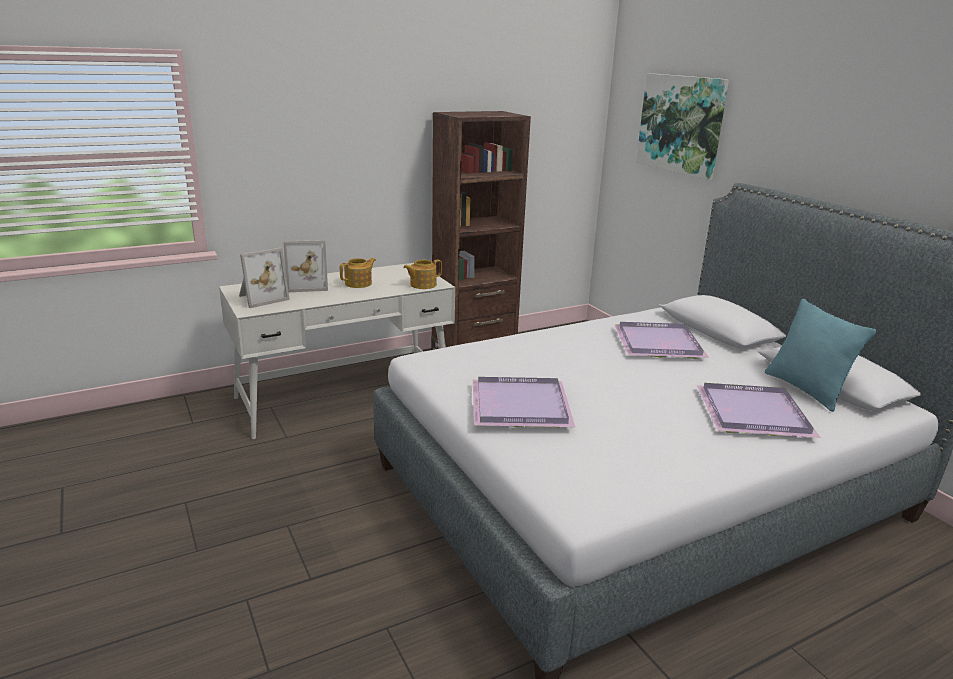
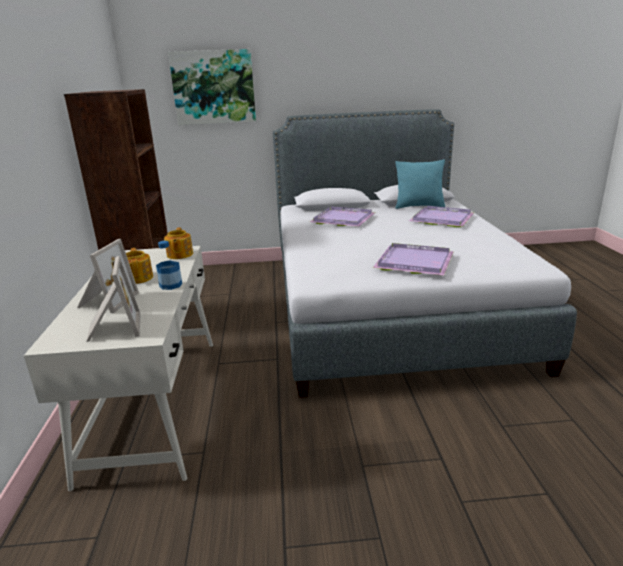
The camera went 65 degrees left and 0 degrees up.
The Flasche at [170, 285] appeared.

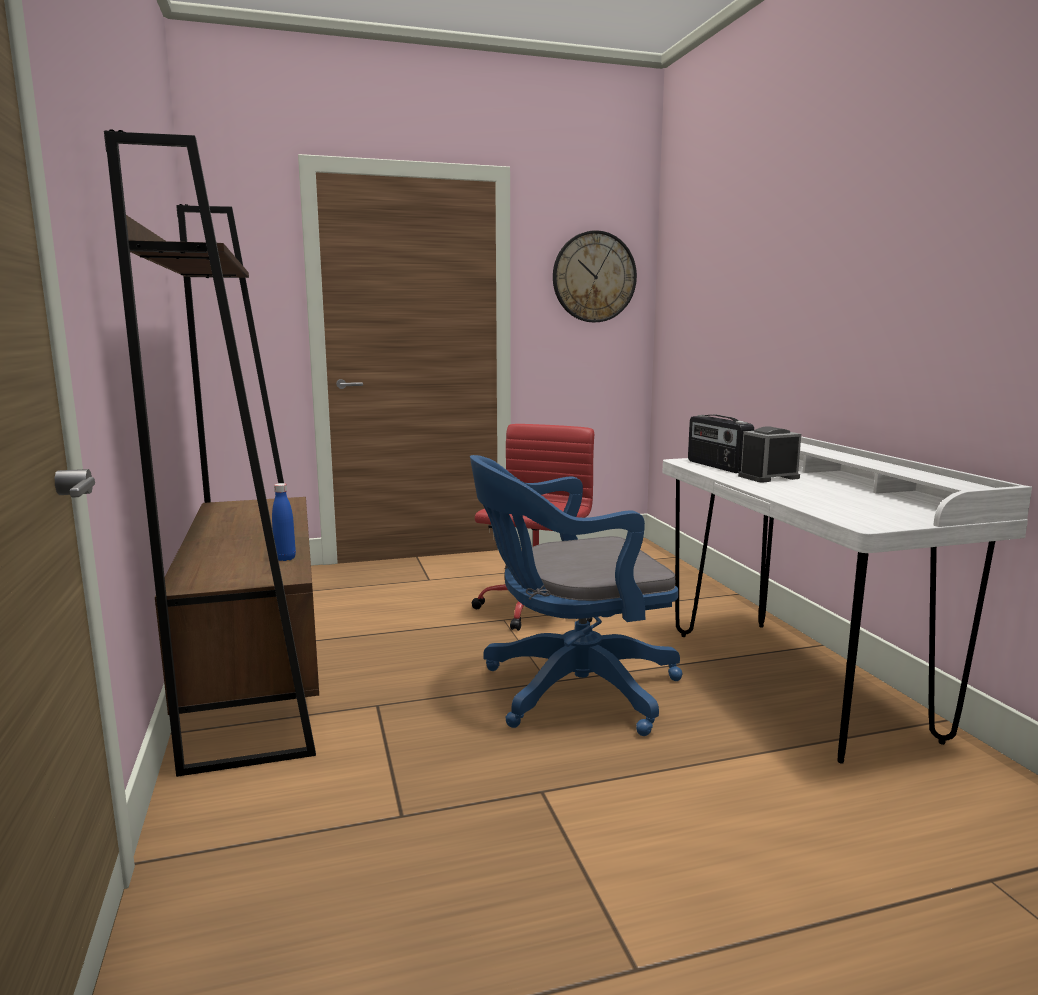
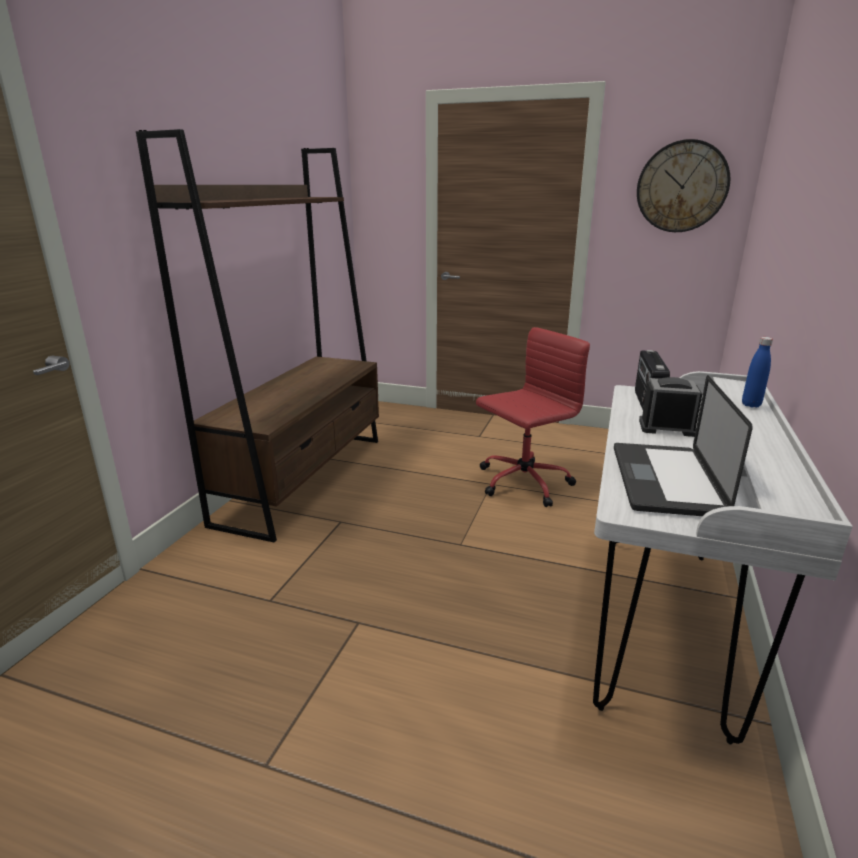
The camera went 35 degrees right and 10 degrees up.
The Bürostuhl [blau] at [570, 690] disappeared.
The Flasche [blau] moved from [285, 558] to [751, 405].
The Laptop at [665, 480] appeared.

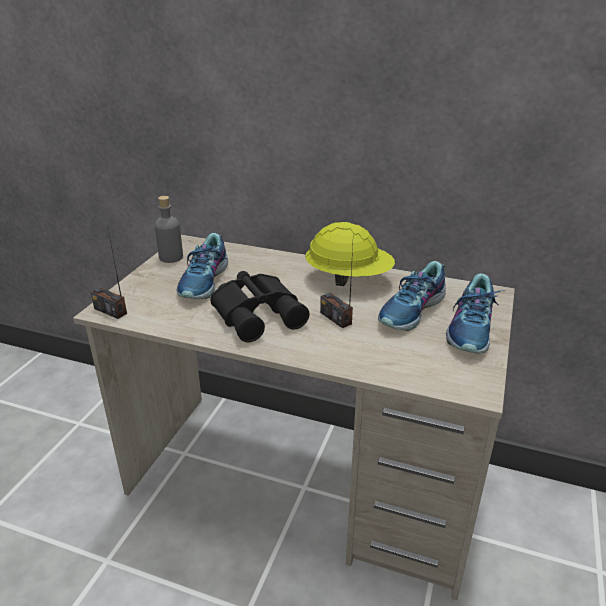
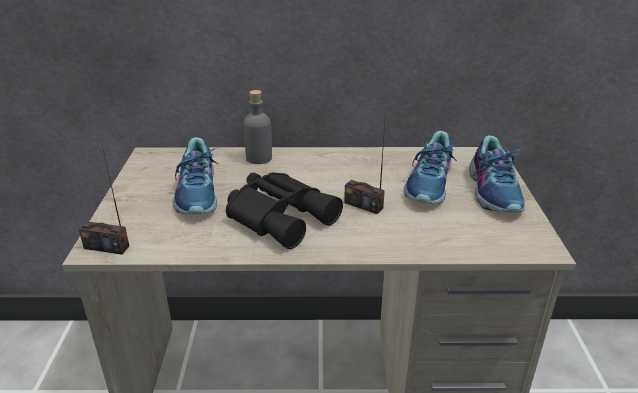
The camera went 20 degrees left and 0 degrees up.
The Flasche [grau] moved from [171, 257] to [259, 158].
The Schutzhelm [gelb] at [348, 279] disappeared.

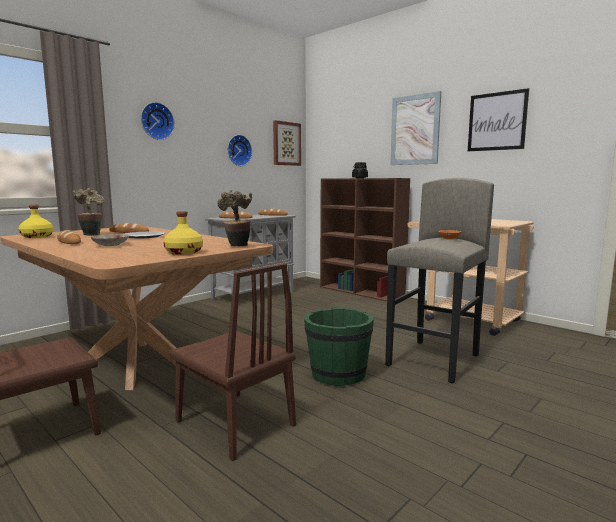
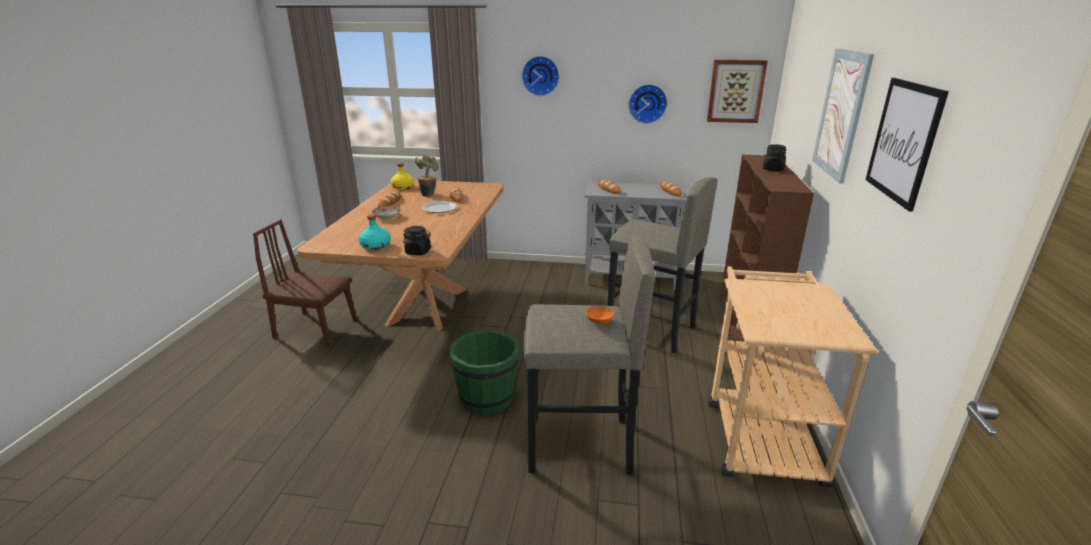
The camera went 55 degrees right and 15 degrees up.
The Topfpflanze at [237, 247] was replaced by the Vorratsglas [schwarz] at [418, 252].
The Flasche [gelb] at [184, 252] became the Flasche [türkis] at [376, 246].
The Stuhl [braun] at [235, 423] disappeared.
The Hocker [grau] at [651, 330] appeared.

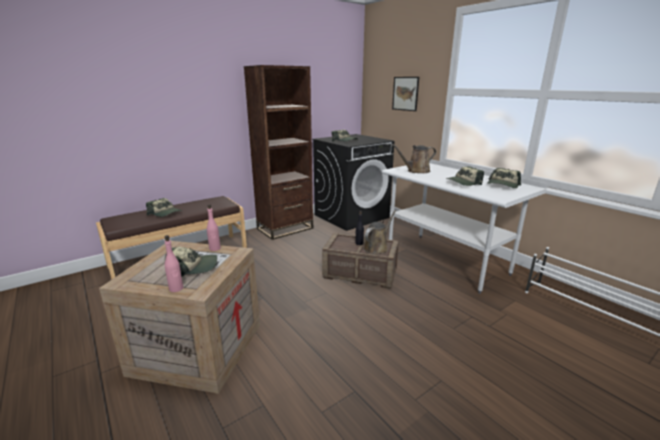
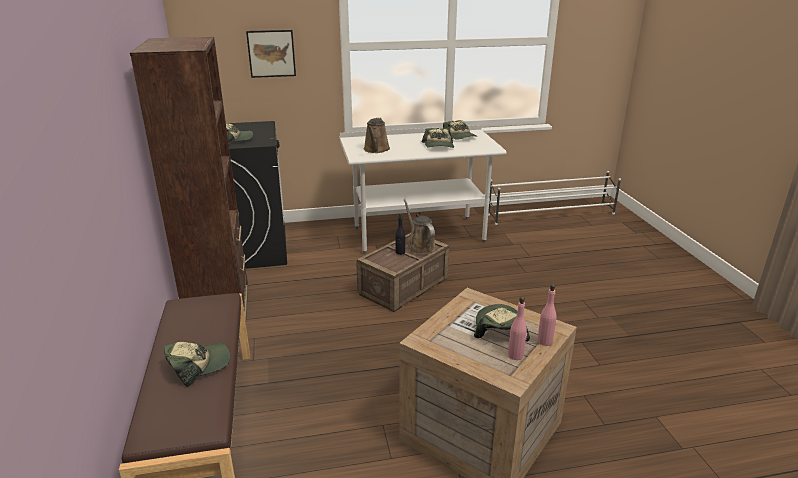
The camera went 65 degrees left and 5 degrees up.
The Flasche [rosa] moved from [215, 248] to [516, 355].

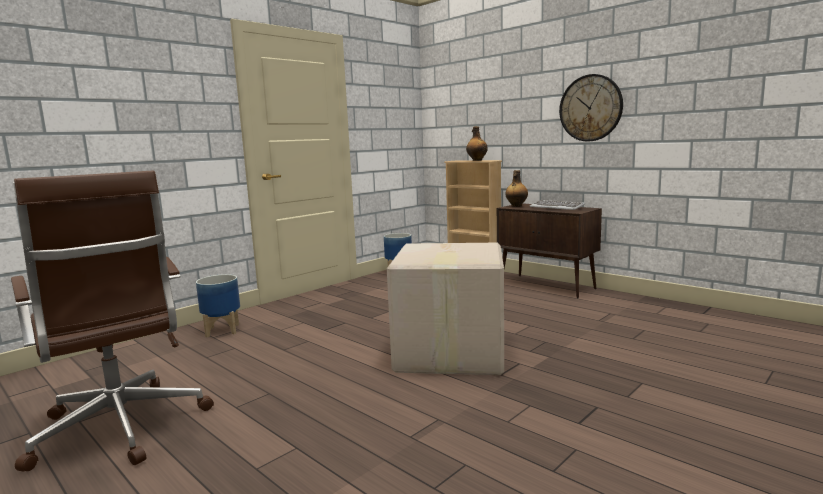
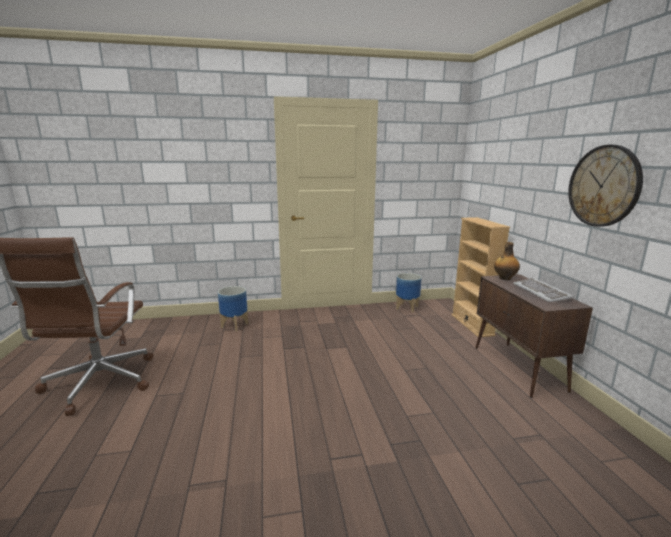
The camera went 35 degrees right and 5 degrees up.
The Flasche at [477, 160] disappeared.
The Karton at [448, 353] disappeared.

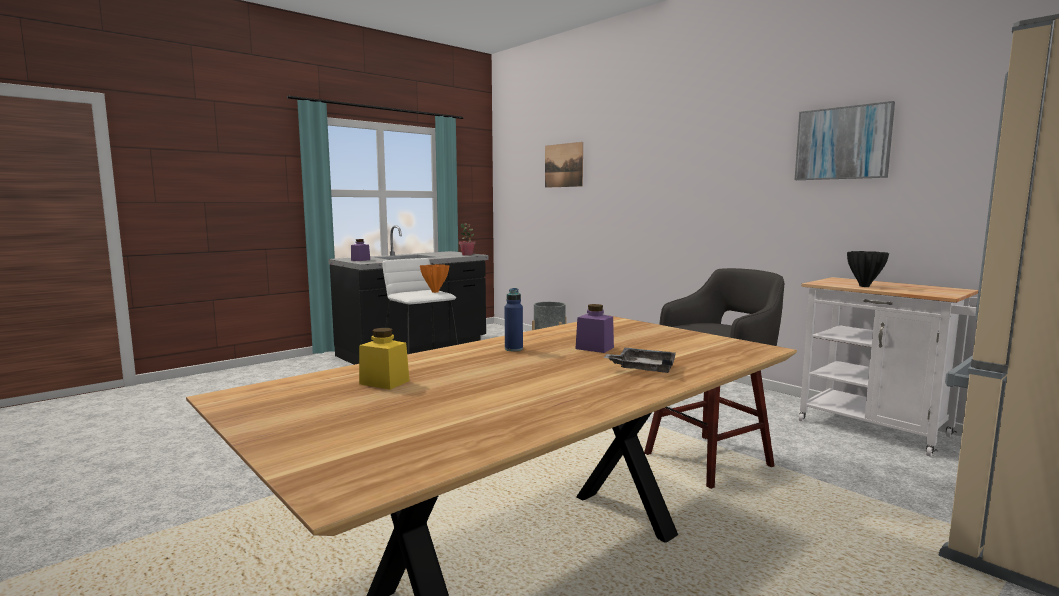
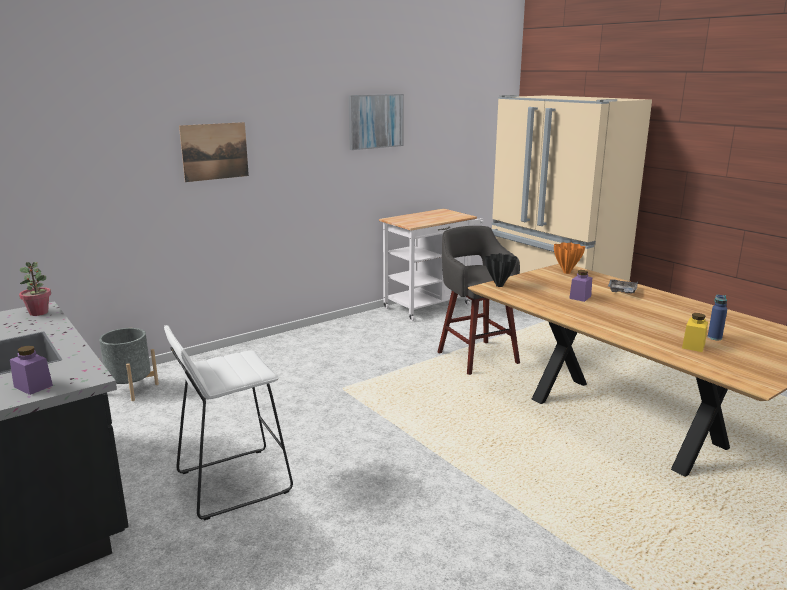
The camera went 85 degrees left and 10 degrees up.
The Bild moved from [563, 165] to [215, 151].
The Vase [schwarz] moved from [865, 286] to [499, 285].
The Vase [orange] moved from [435, 292] to [566, 272].
The Flasche [blau] moved from [513, 349] to [714, 337].

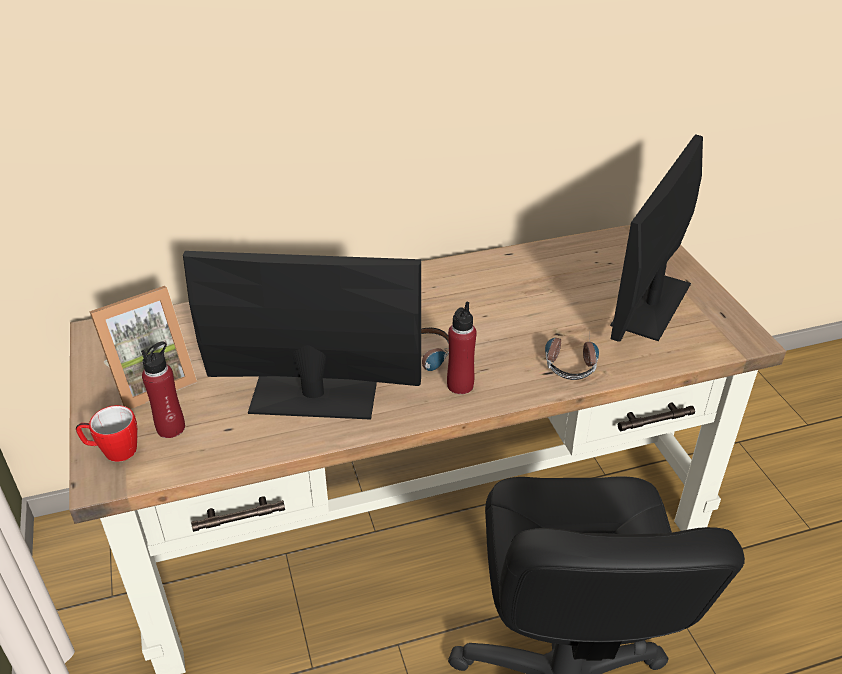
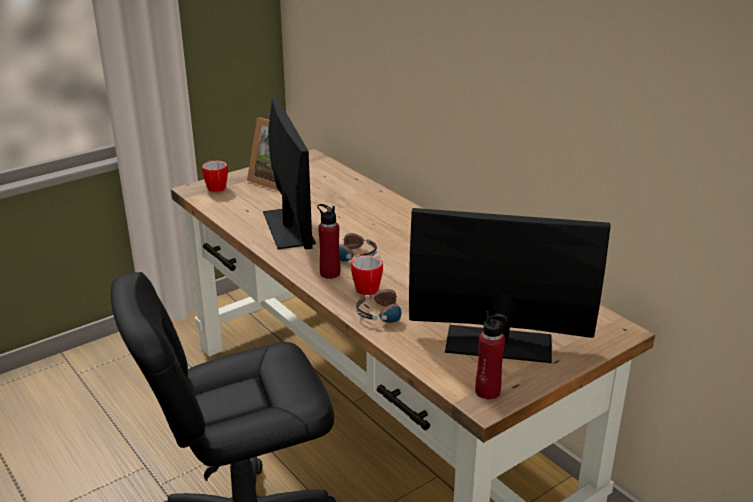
The camera went 70 degrees right and 10 degrees down.
The Flasche [rot] moved from [171, 428] to [487, 391].
The Henkelbecher at [365, 287] appeared.

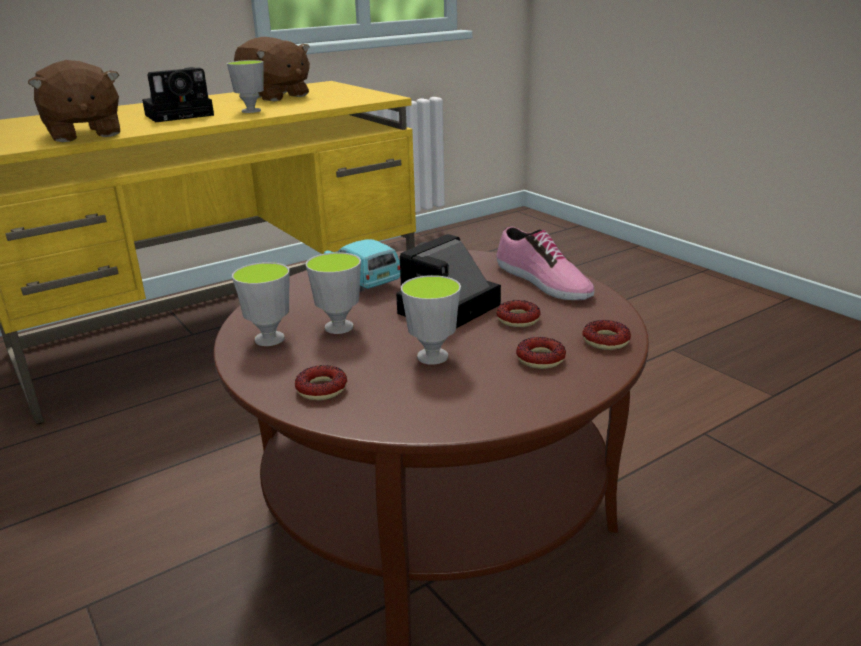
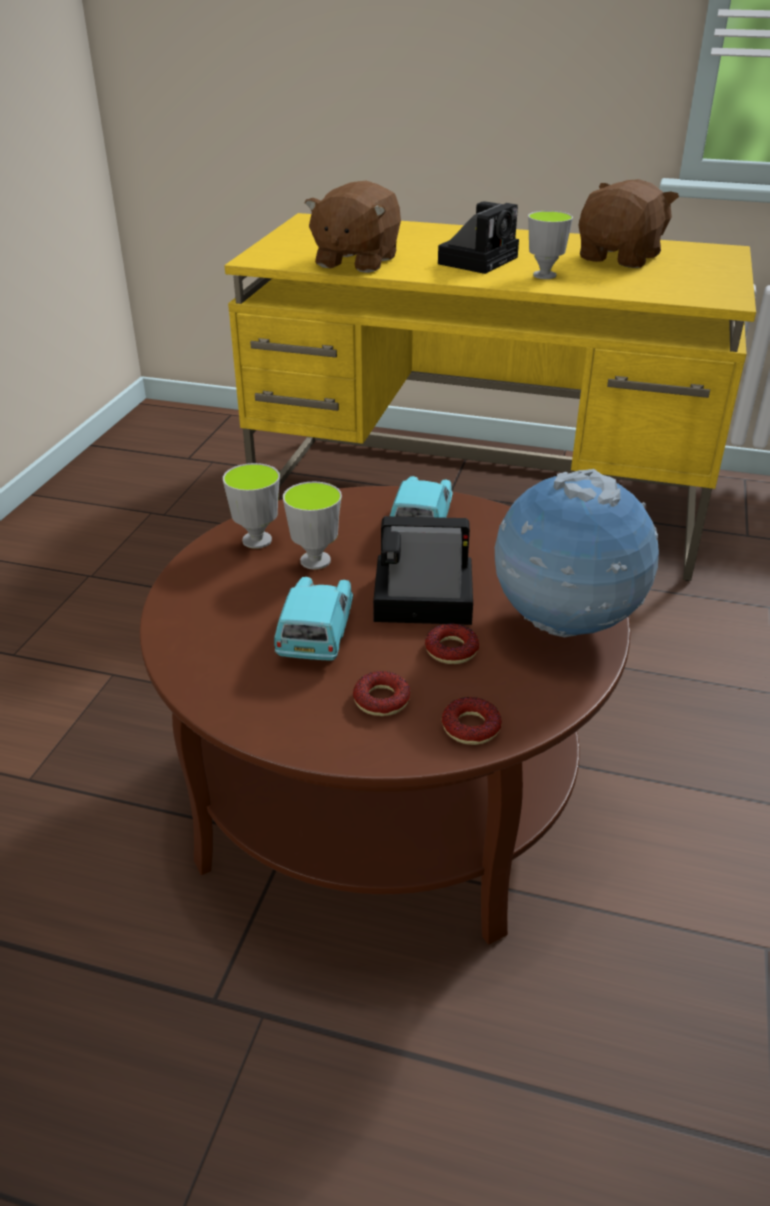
The camera went 50 degrees right and 10 degrees up.
The Plüschtier [braun] at [275, 96] turned 150 degrees counterclockwise.
The Kamera at [182, 114] turned 75 degrees counterclockwise.
The Schuh at [542, 281] was replaced by the Globus at [565, 626].
The Tasse at [432, 357] was replaced by the Spielzeugauto [türkis] at [316, 635].
The Donut at [322, 389] disappeared.

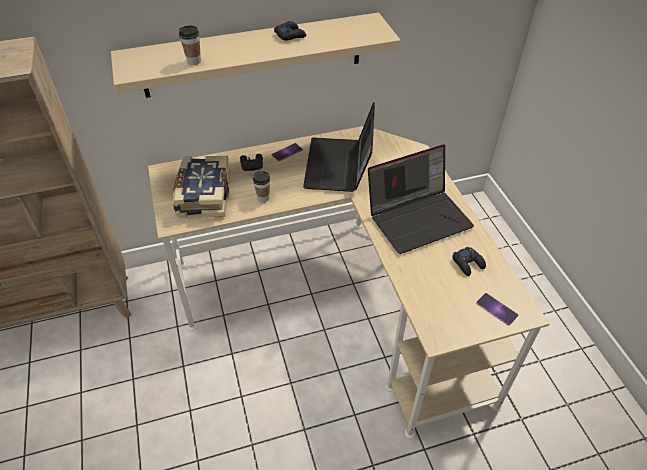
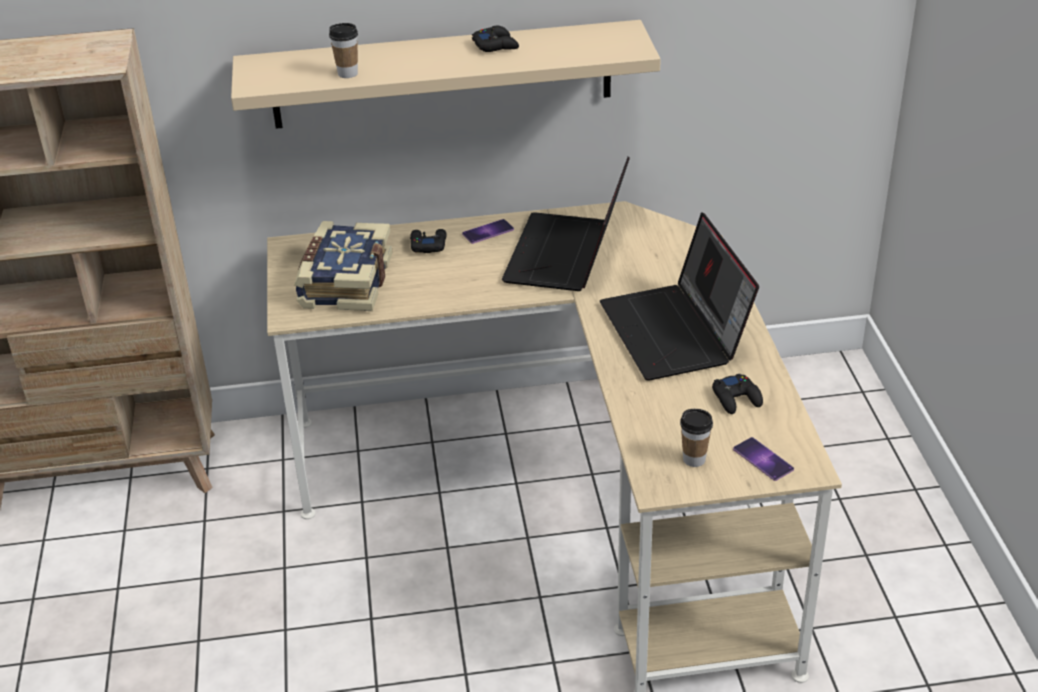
The camera went 10 degrees right and 10 degrees down.
The Laptop at [418, 217] turned 90 degrees clockwise.
The Tasse moved from [263, 198] to [694, 459].

